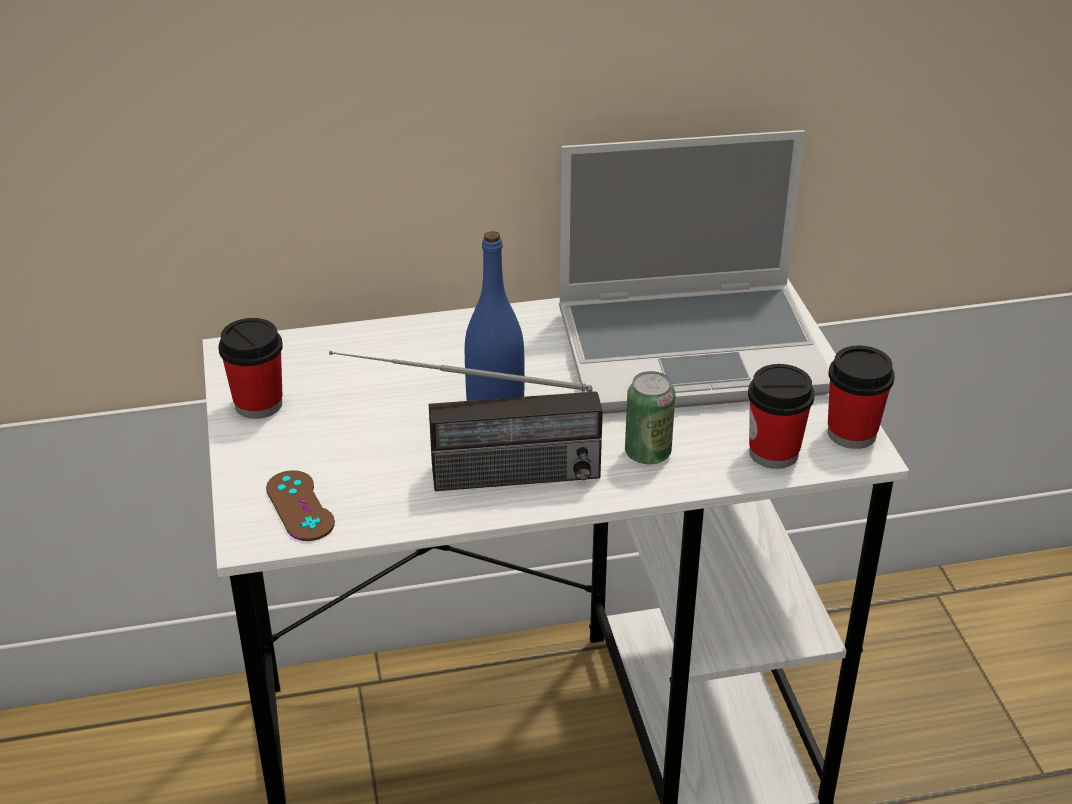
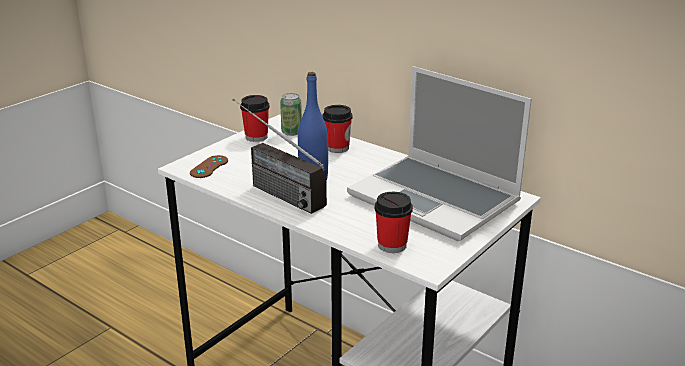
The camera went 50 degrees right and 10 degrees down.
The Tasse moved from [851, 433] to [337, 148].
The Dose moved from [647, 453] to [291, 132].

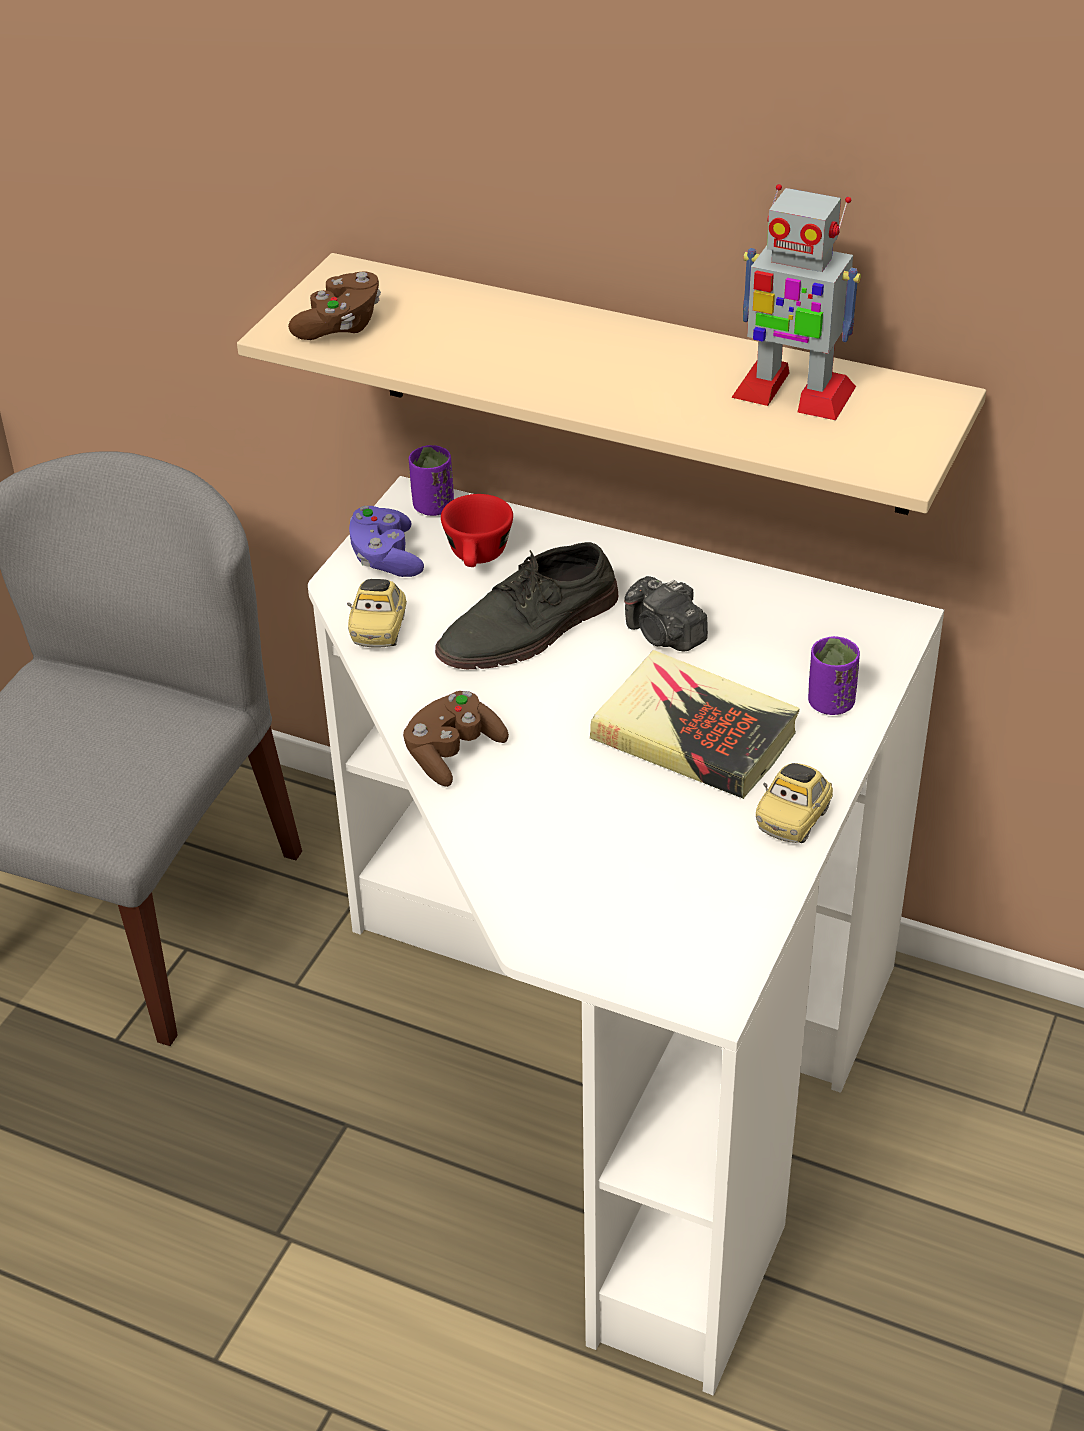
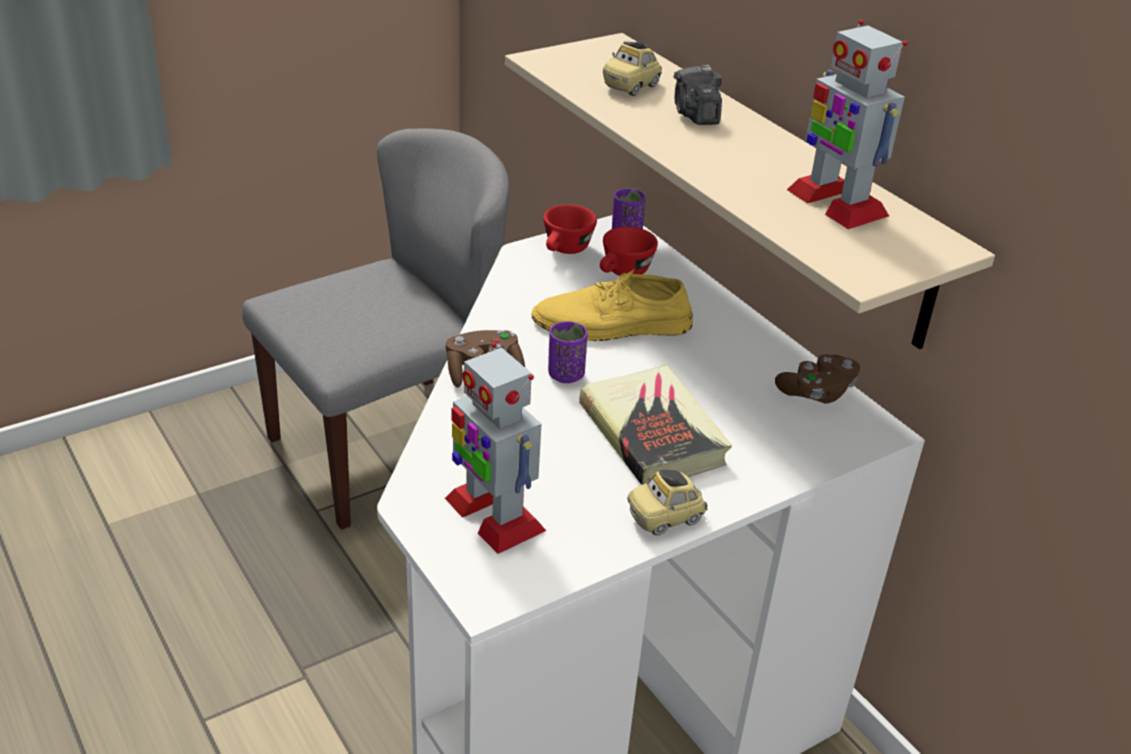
The camera went 30 degrees right and 5 degrees down.
The Gamepad [braun] moved from [340, 326] to [817, 392].
The Gamepad [lila] at [386, 558] was replaced by the Tasse [rot] at [565, 250].
The Schuh [grau] at [530, 629] became the Schuh [gelb] at [612, 325].
The Kamera moved from [664, 635] to [695, 114].
The Spielzeugauto moved from [379, 630] to [631, 87].
The Tasse [lila] moved from [830, 703] to [566, 375].
The Spielzeugroboter at [493, 514] appeared.

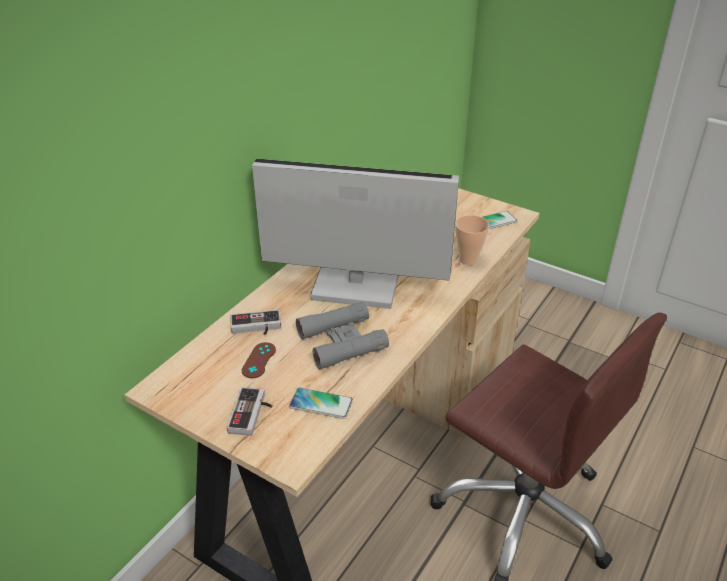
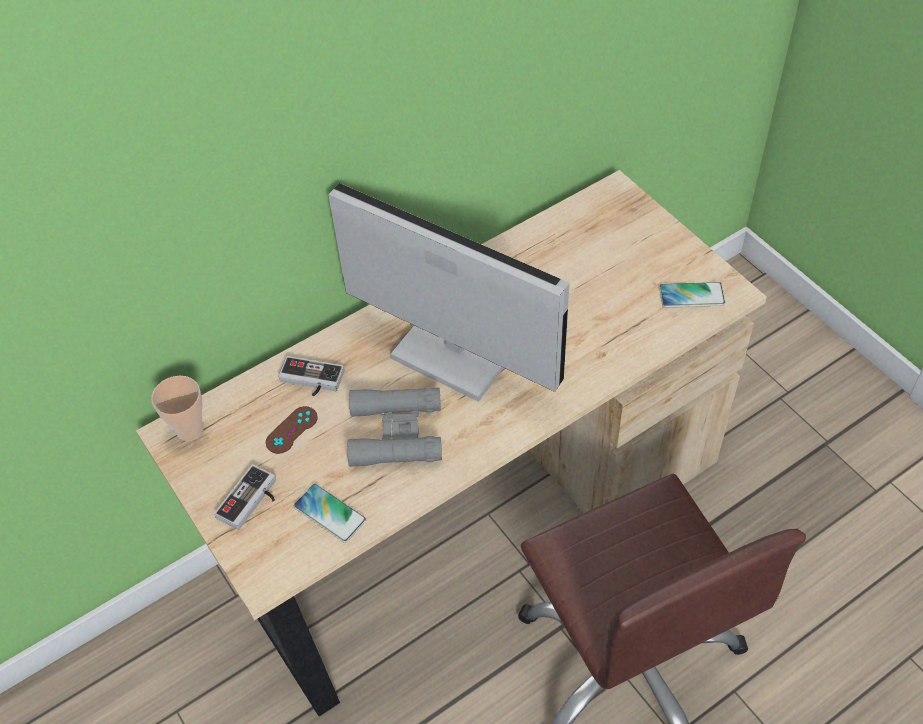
The camera went 25 degrees right and 15 degrees up.
The Tasse moved from [468, 259] to [190, 430].

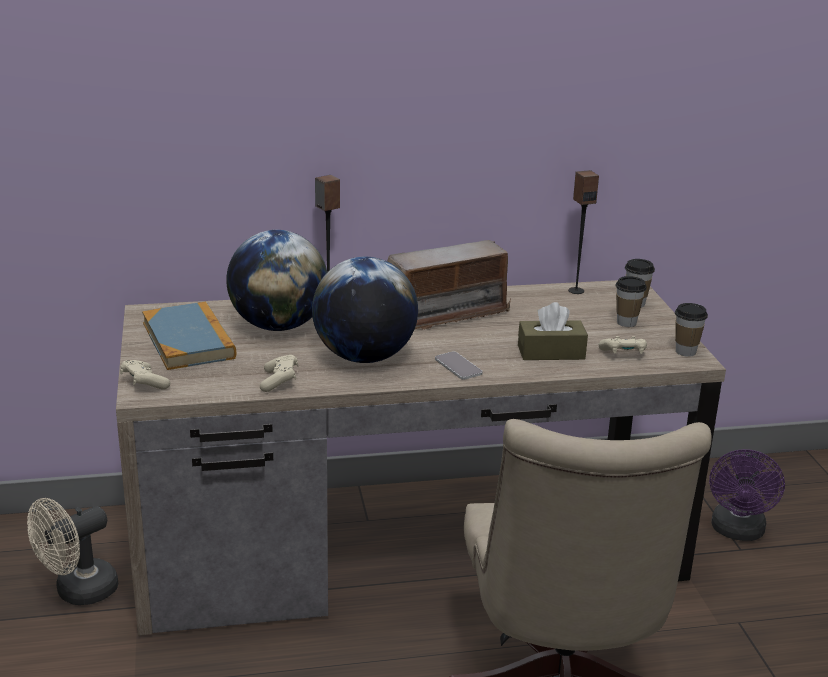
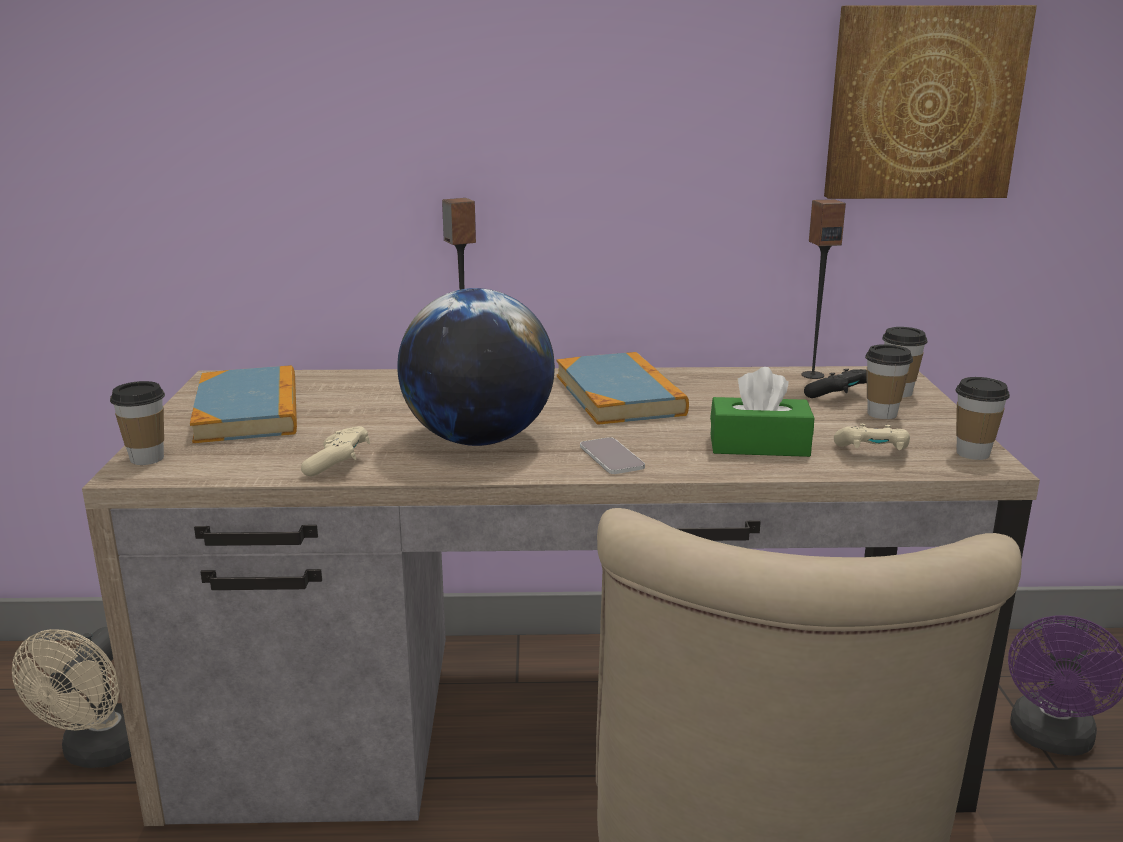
The camera went 10 degrees right and 5 degrees down.
The Globus at [278, 326] disappeared.
The Radio at [446, 314] was replaced by the Buch at [619, 394].
The Taschentuchbox [braun] at [551, 352] became the Taschentuchbox [grün] at [759, 445].
The Gamepad [beige] at [144, 384] was replaced by the Tasse at [147, 458].
The Ventilator [beige] at [78, 592] turned 45 degrees counterclockwise.
The Bild at [923, 103] appeared.
The Gamepad [schwarz] at [838, 396] appeared.

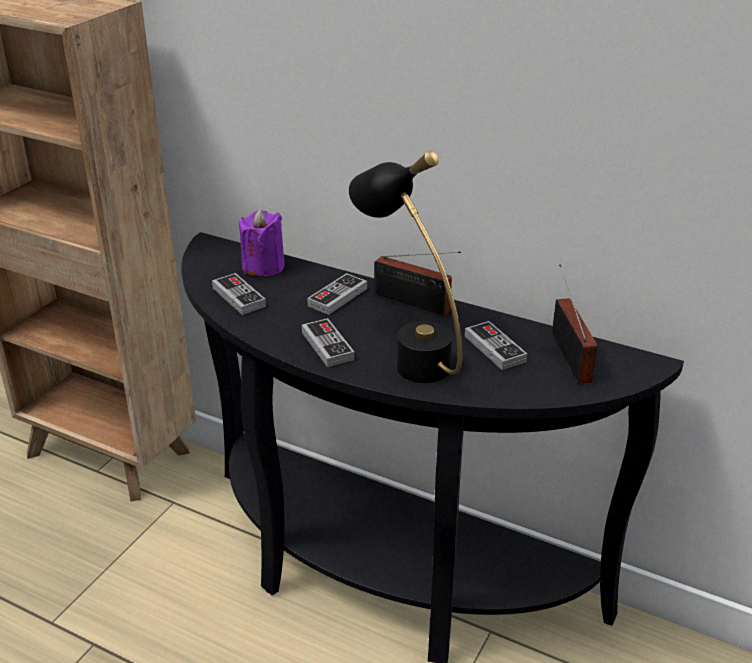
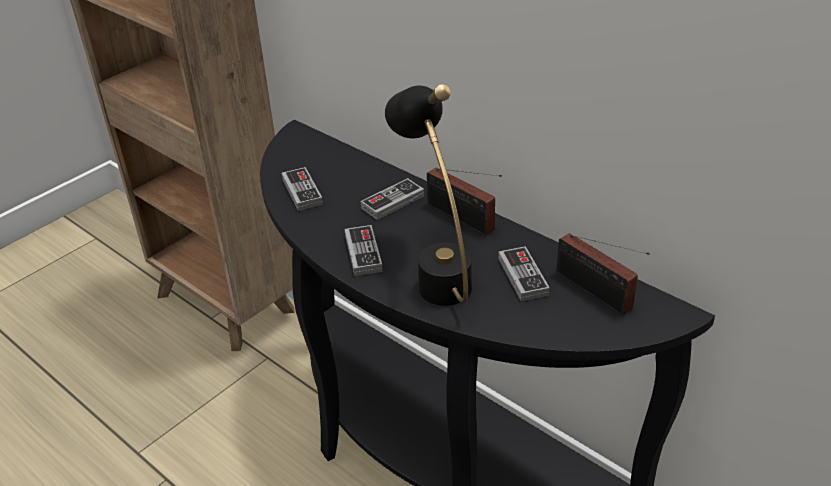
The camera went 15 degrees right and 5 degrees up.
The Kerze [lila] at [263, 267] disappeared.
The Radio at [570, 355] turned 135 degrees clockwise.

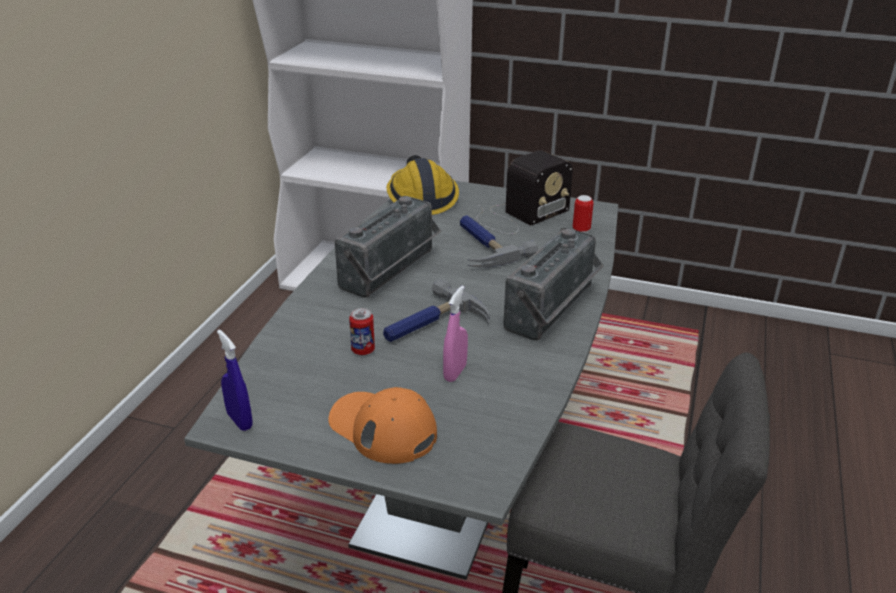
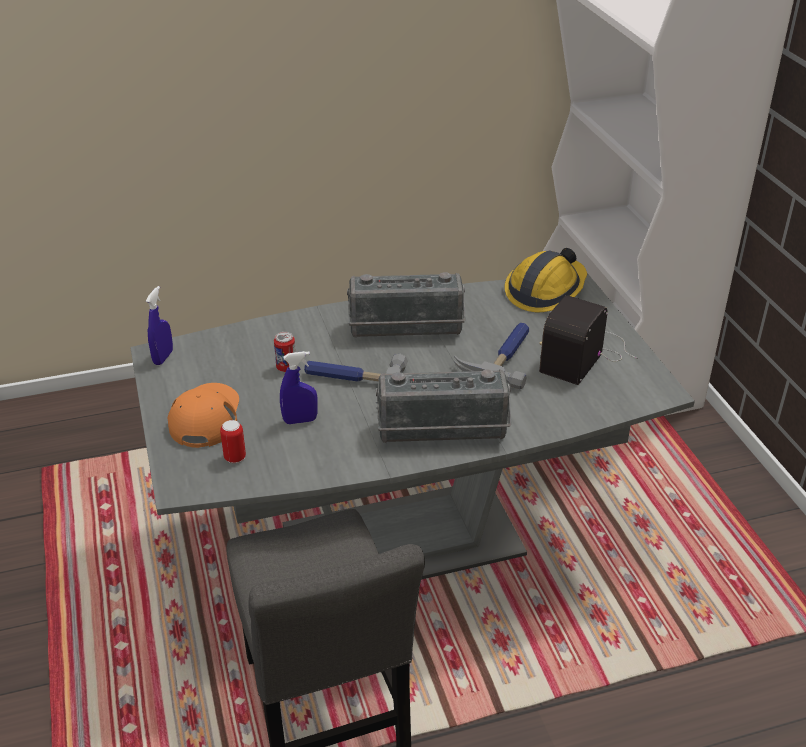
The camera went 55 degrees right and 5 degrees up.
The Radio at [519, 215] turned 105 degrees clockwise.
The Dose moved from [581, 229] to [235, 457].
The Sprühflasche [rosa] at [455, 373] became the Sprühflasche [blau] at [300, 420].

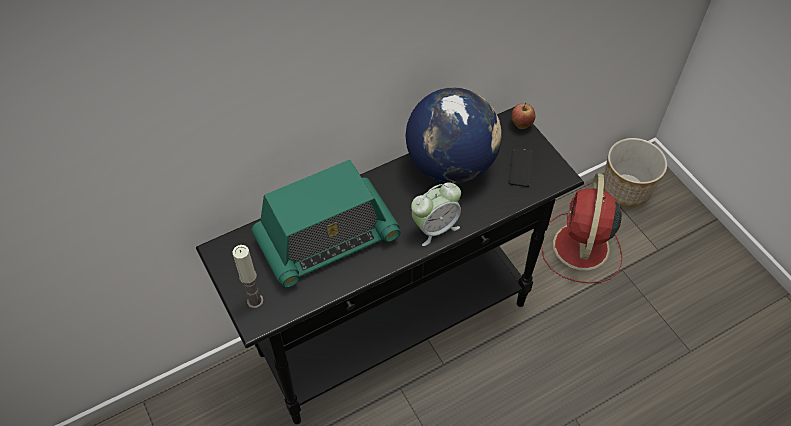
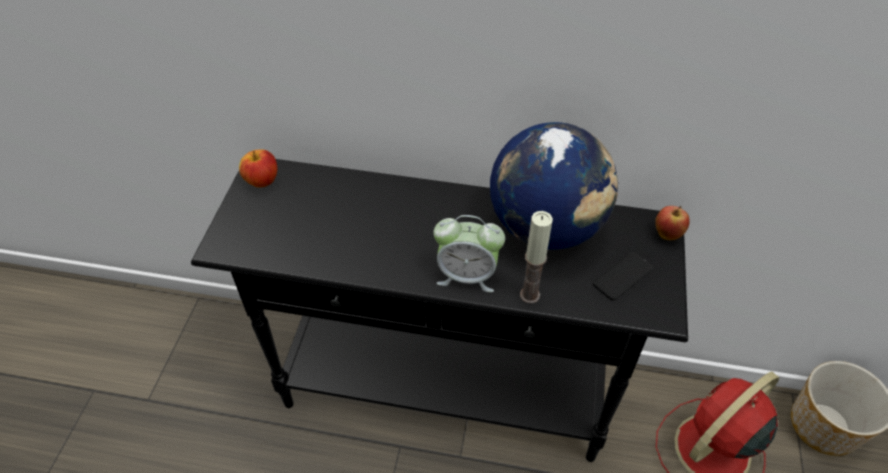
The camera went 40 degrees right and 5 degrees down.
The Radio at [327, 238] disappeared.
The Kerze moved from [255, 301] to [529, 295].
The Apfel at [262, 181] appeared.

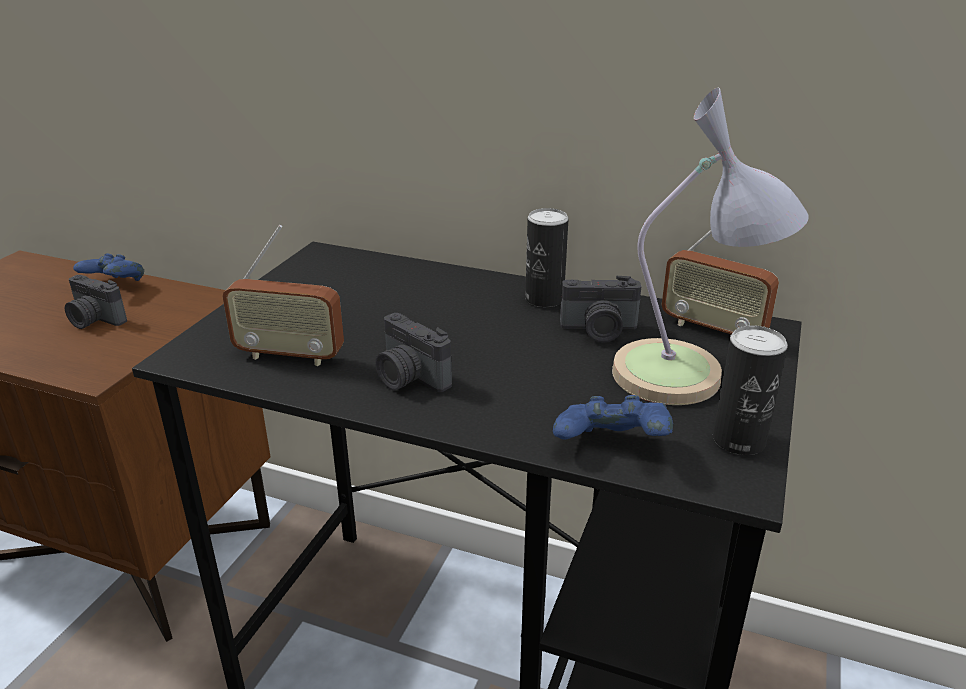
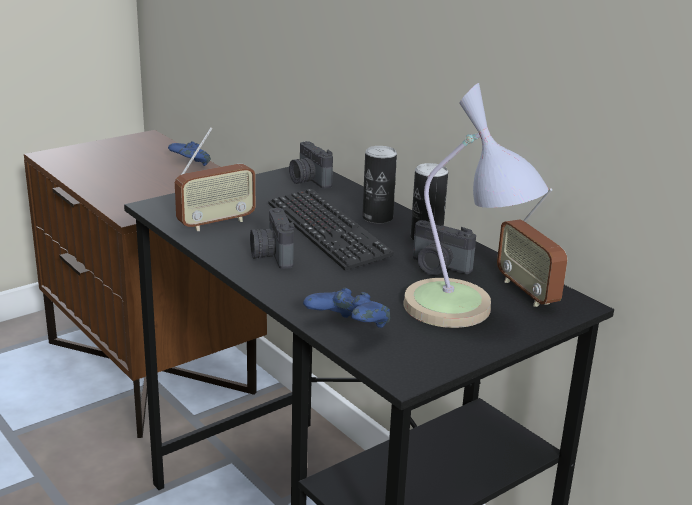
The camera went 30 degrees right and 5 degrees down.
The Radio at [290, 355] turned 75 degrees counterclockwise.
The Kamera moved from [94, 320] to [308, 180].
The Dose moved from [738, 440] to [377, 218].
The Tastatur at [327, 231] appeared.

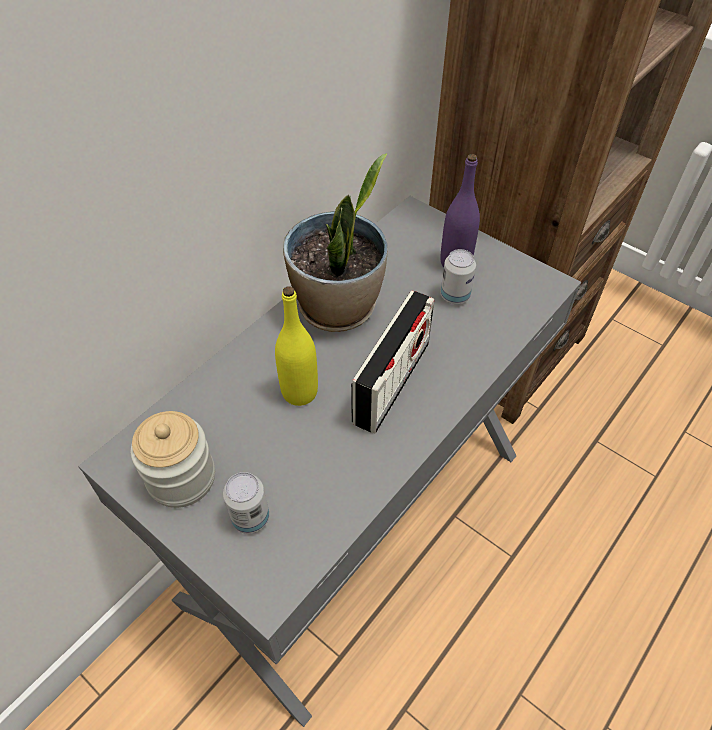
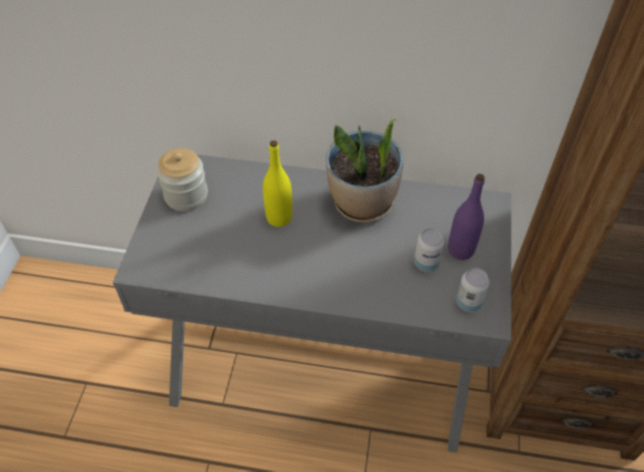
The camera went 60 degrees right and 0 degrees up.
The Radio at [391, 383] disappeared.
The Dose moved from [250, 518] to [468, 302].

